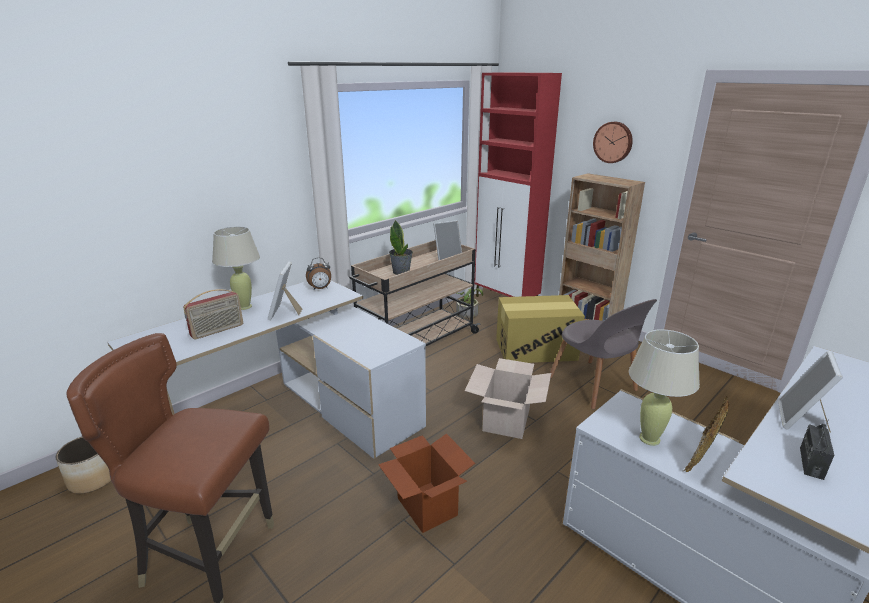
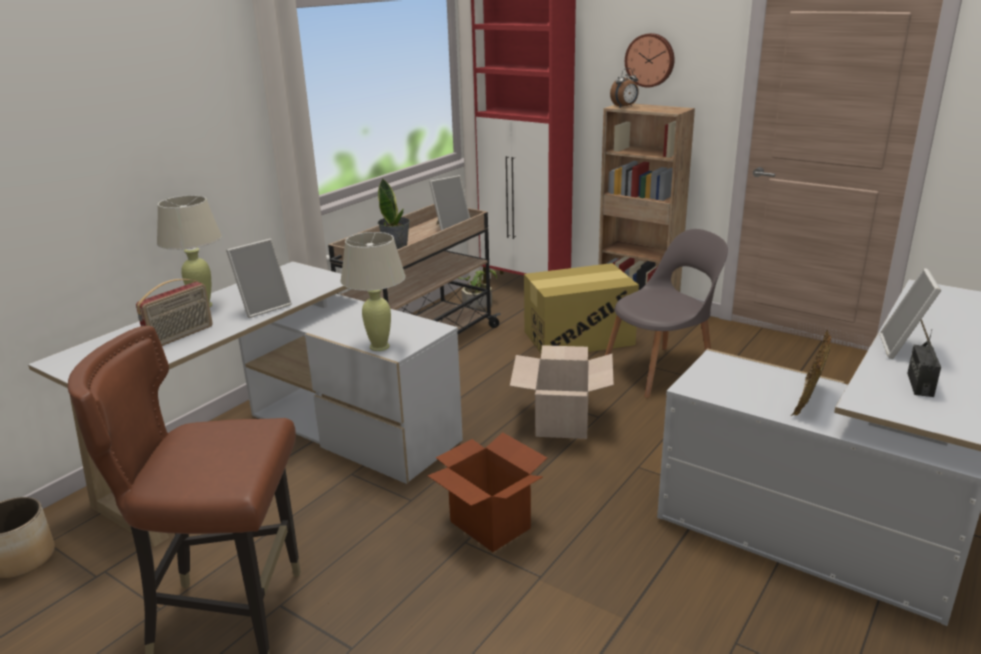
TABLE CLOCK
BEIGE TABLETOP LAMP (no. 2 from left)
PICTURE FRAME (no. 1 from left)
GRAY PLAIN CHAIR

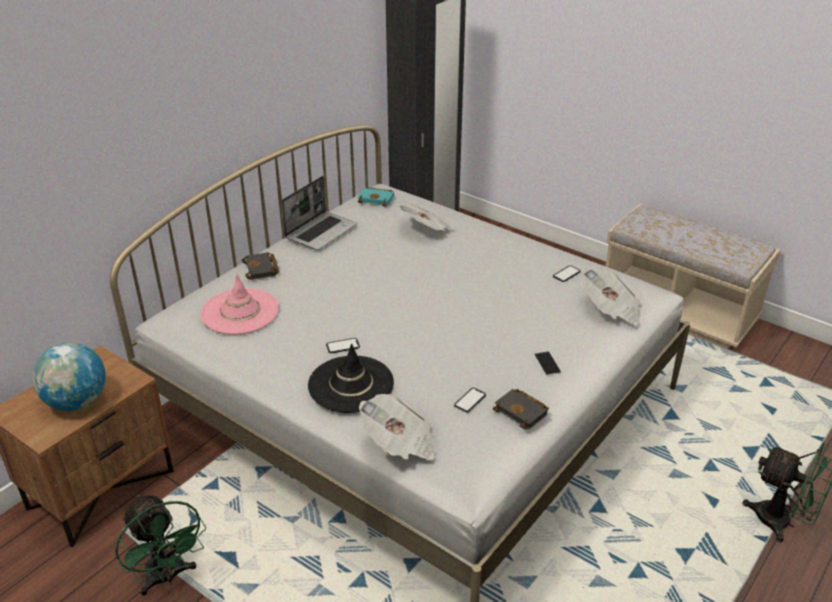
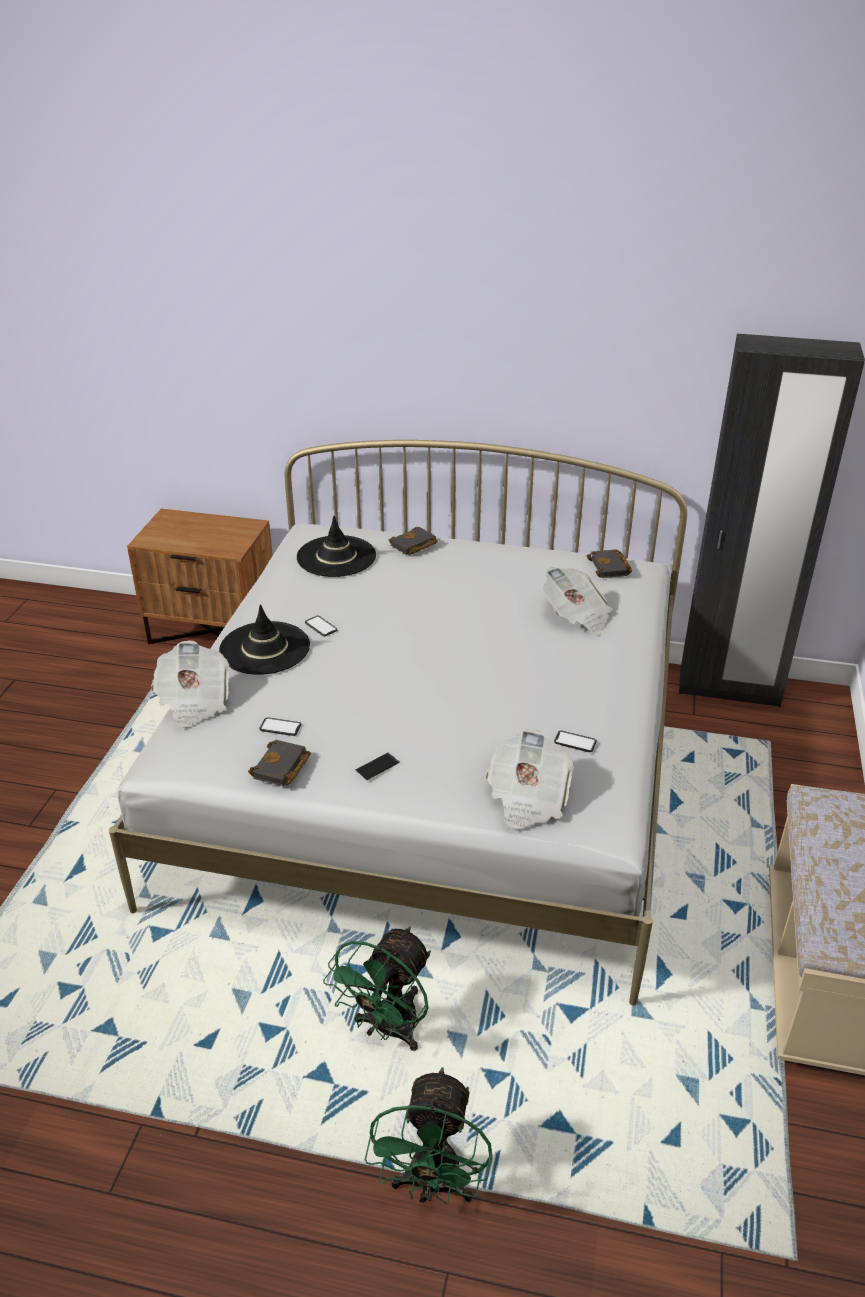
WORLD GLOBE
PORTABLE COMPUTER
GREEN-COLOURED COOLING FAN (no. 1 from left)
BLACK-COLOURED WEARABLE HAT (no. 2 from left)
BLACK-COLOURED BOOK (no. 3 from left)

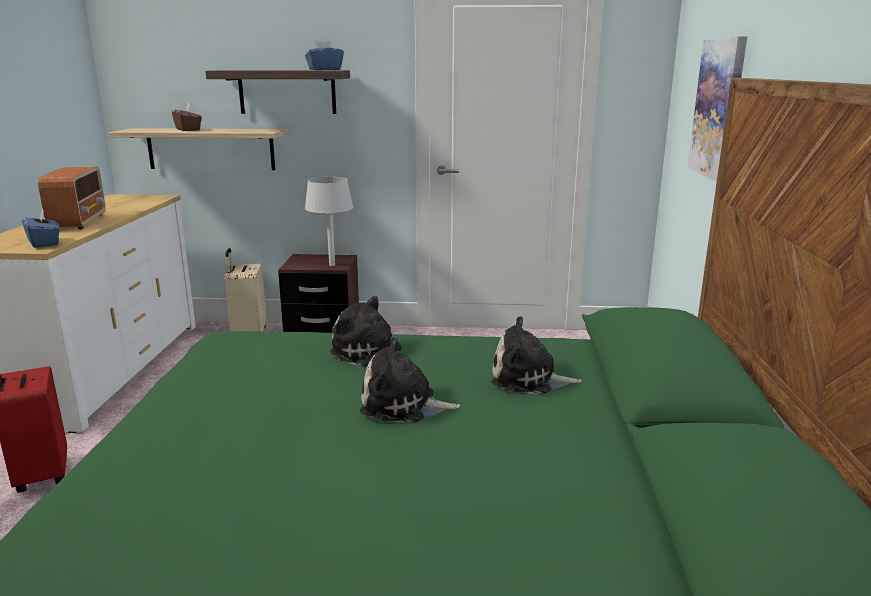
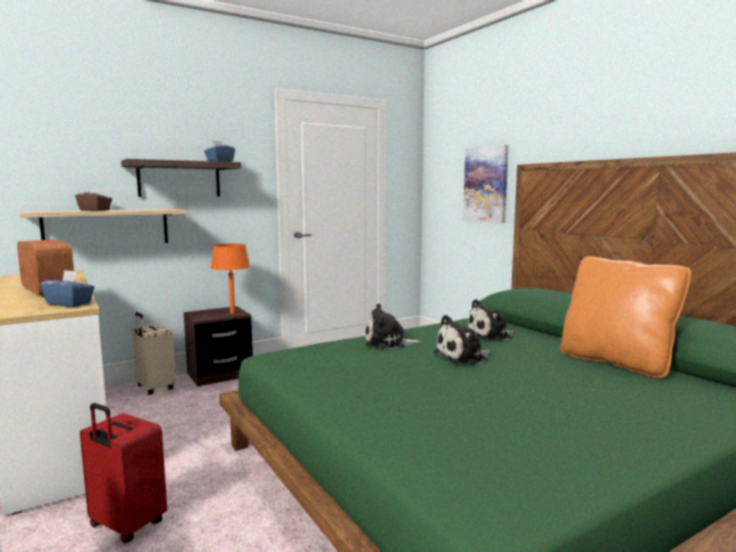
ORANGE CUSHION
ORANGE TABLETOP LAMP

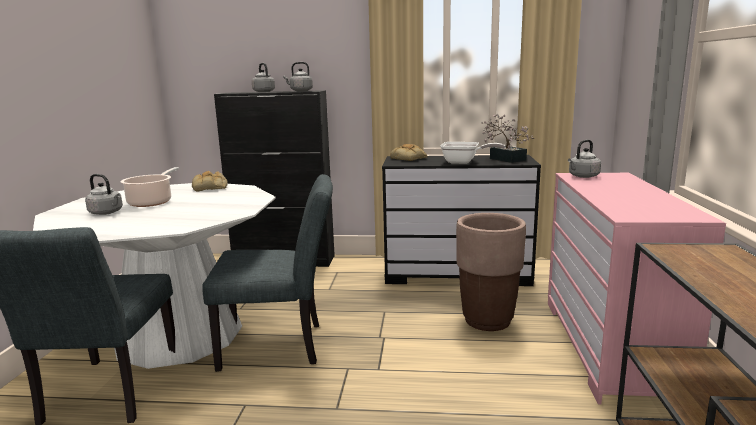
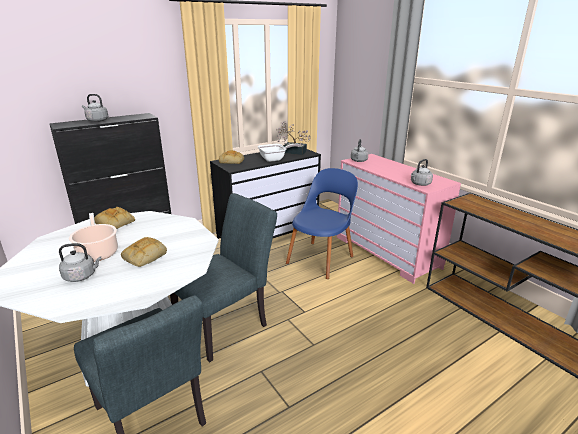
BAKERY BREAD (no. 2 from left)
GRAY TEA KETTLE (no. 4 from left)
BLUISH PLAIN CHAIR

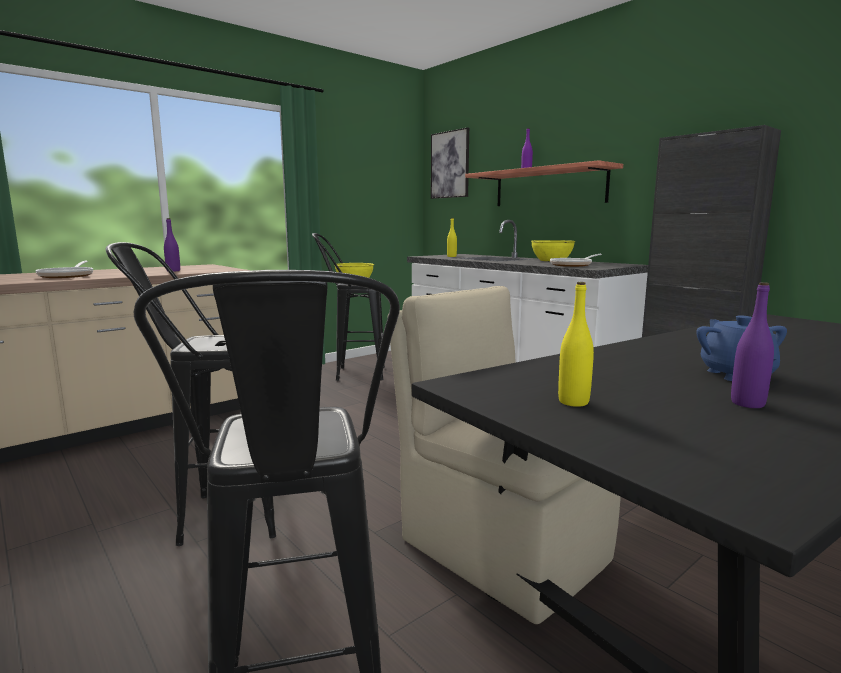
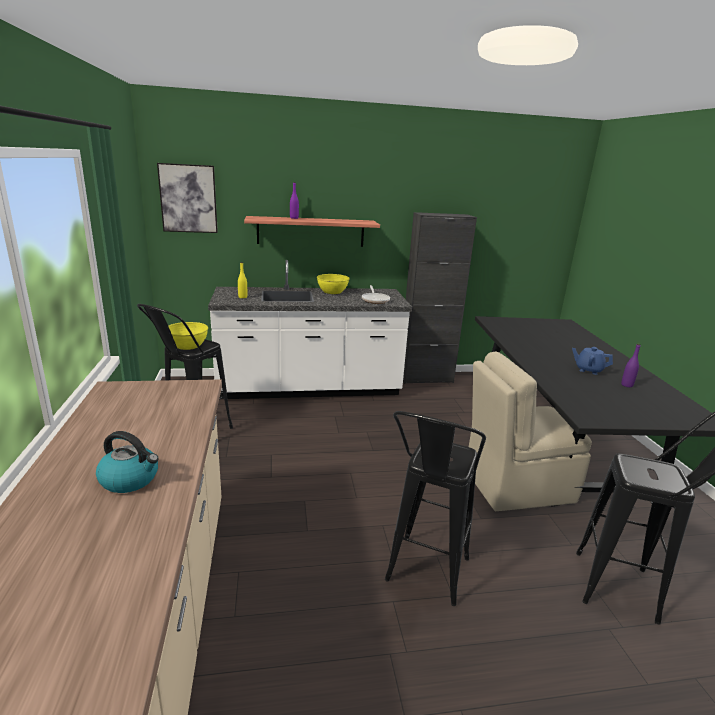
PURPLE DRINK BOTTLE (no. 1 from left in the first image)
YELLOW DRINK BOTTLE (no. 2 from left in the first image)
TEA KETTLE

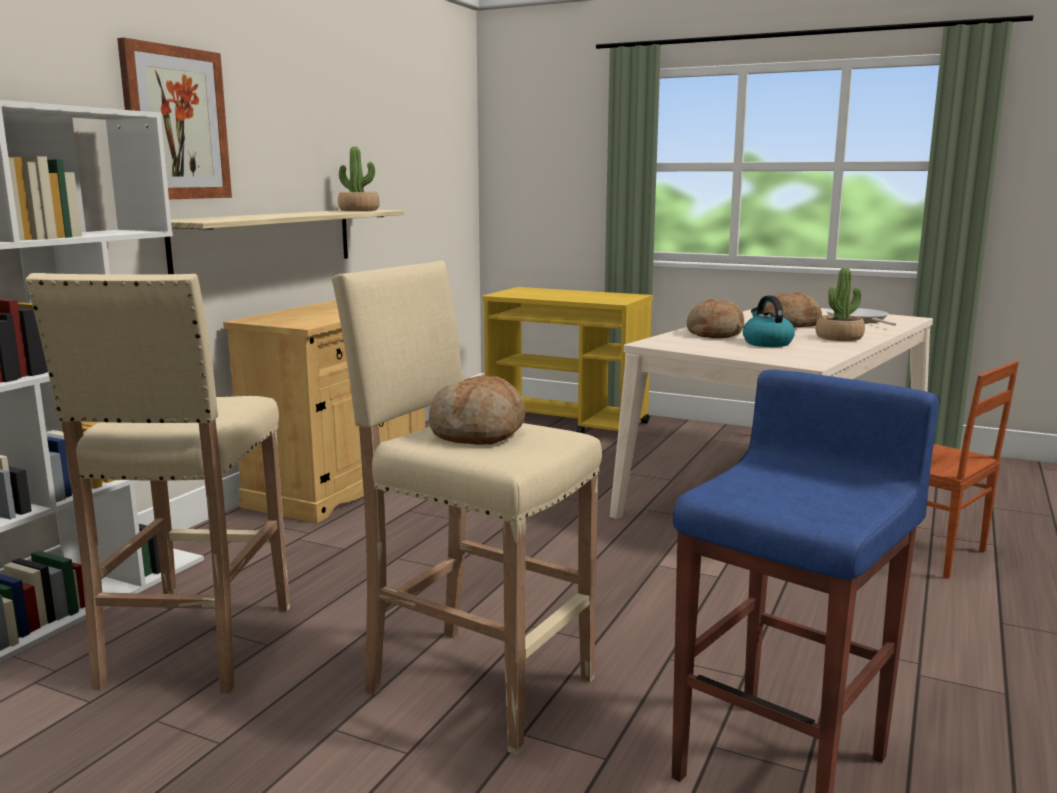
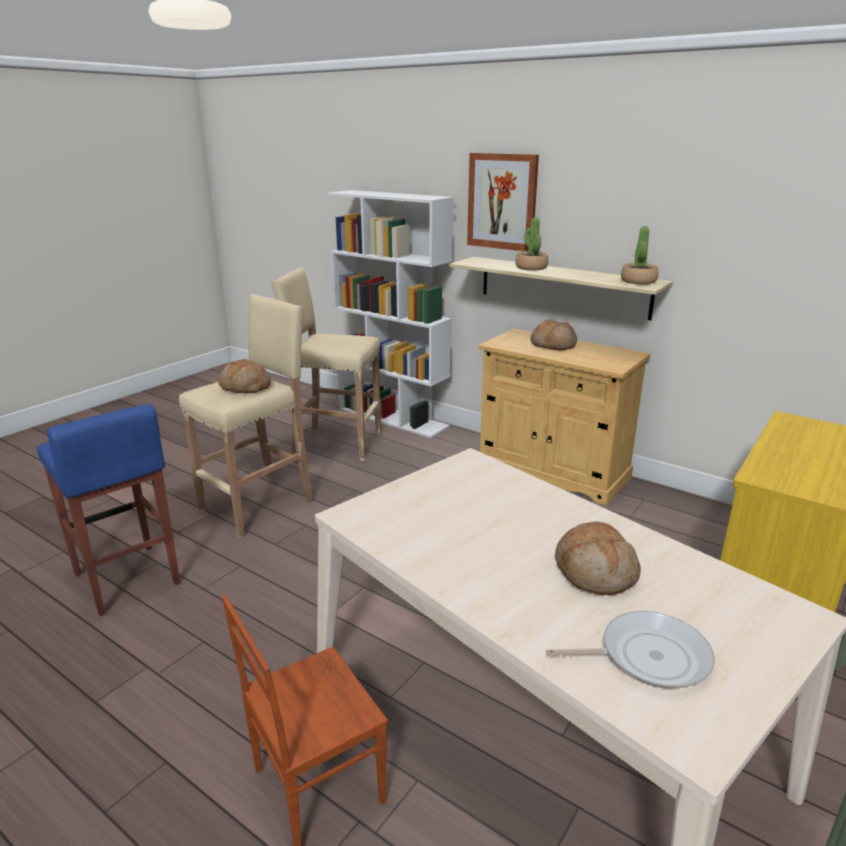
TEA KETTLE
BAKERY BREAD (no. 2 from left)
PLANT IN A POT (no. 1 from left)

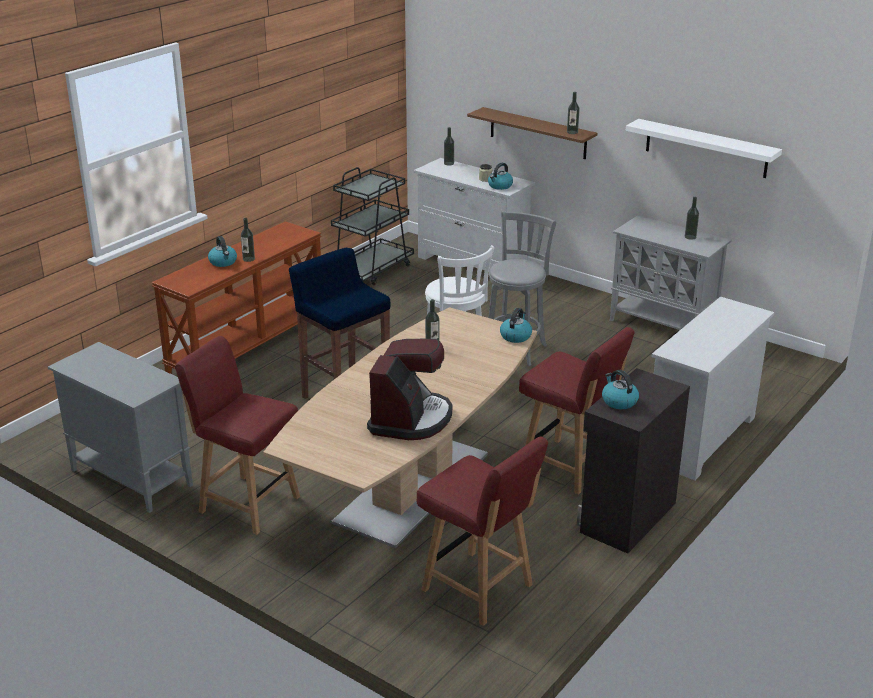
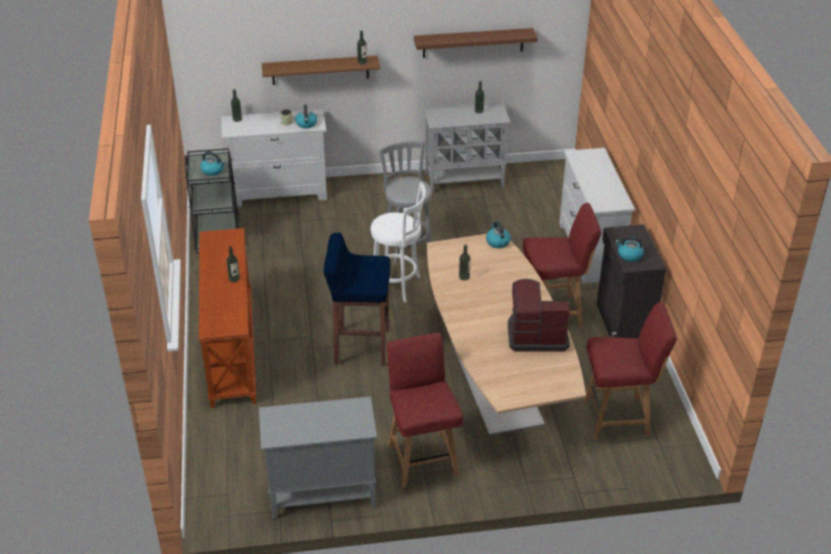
TEA KETTLE (no. 1 from left)
BROWNISH WALL SHELF (no. 2 from left)
RED-COLOURED PLAIN CHAIR (no. 1 from left)
COFFEE BREWER

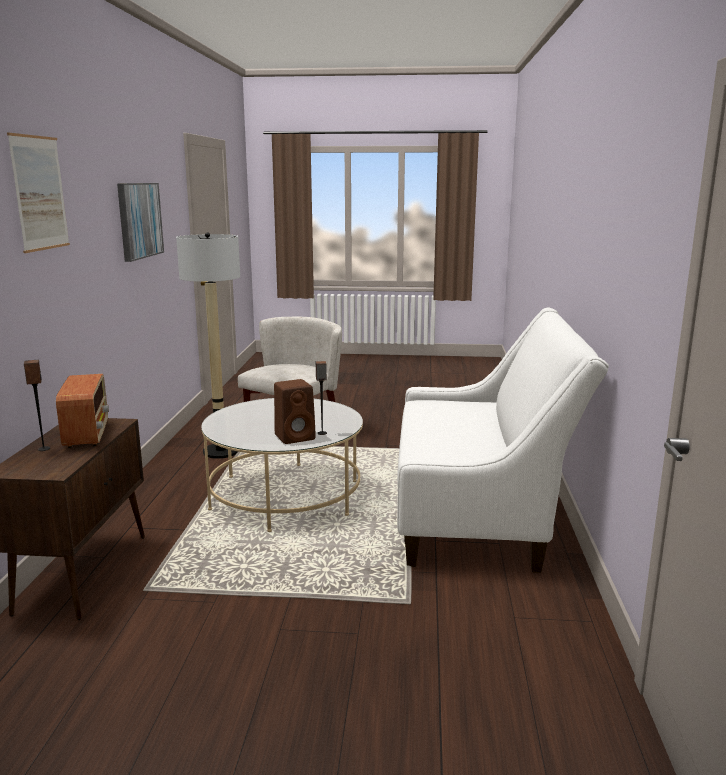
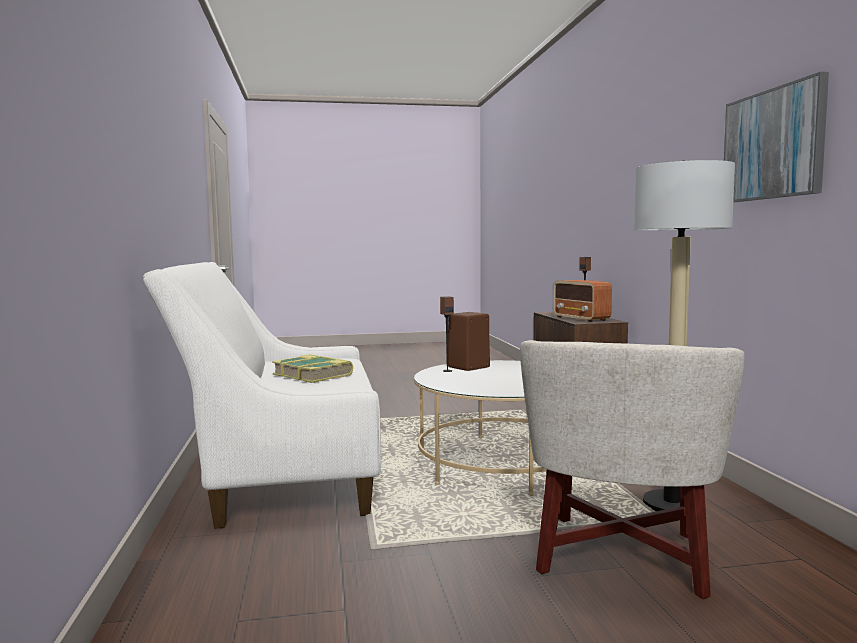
WALL PICTURE (no. 1 from left in the first image)
BOOK

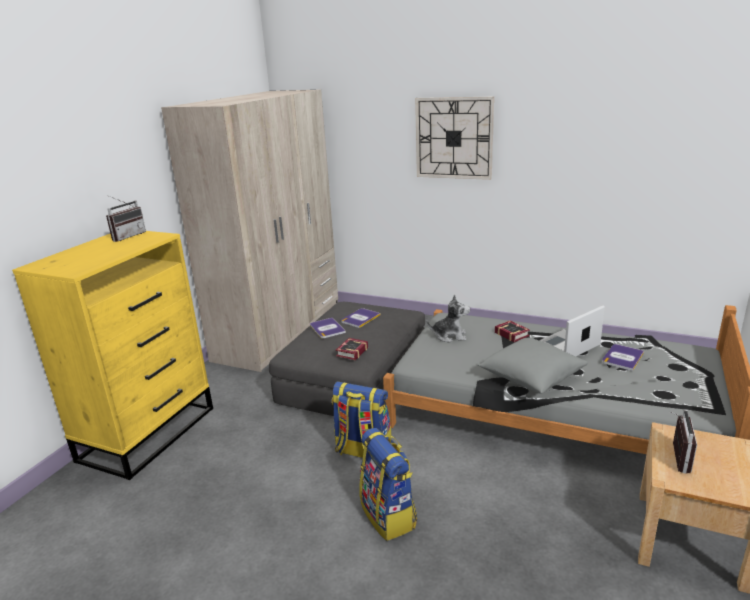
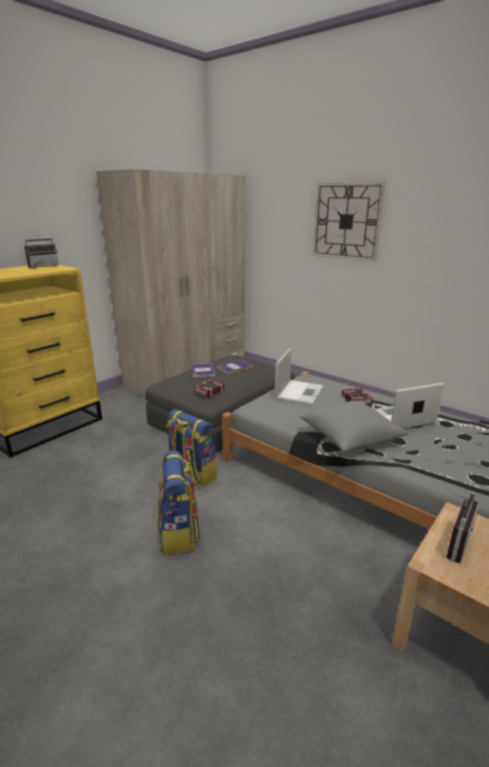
BOOK (no. 5 from left in the first image)
PORTABLE COMPUTER (no. 1 from left)

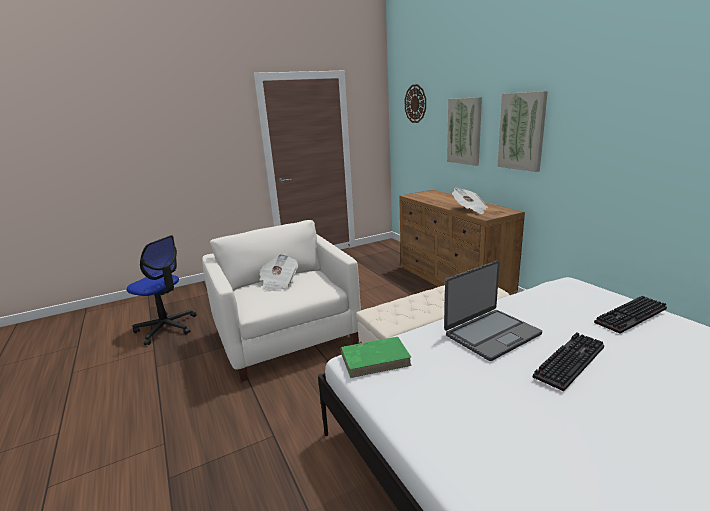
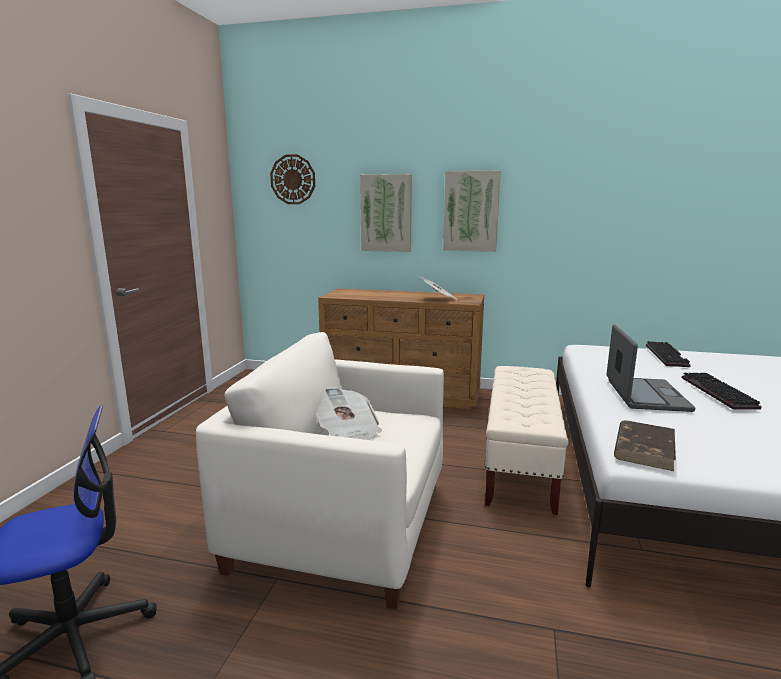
BROWNISH BOOK

